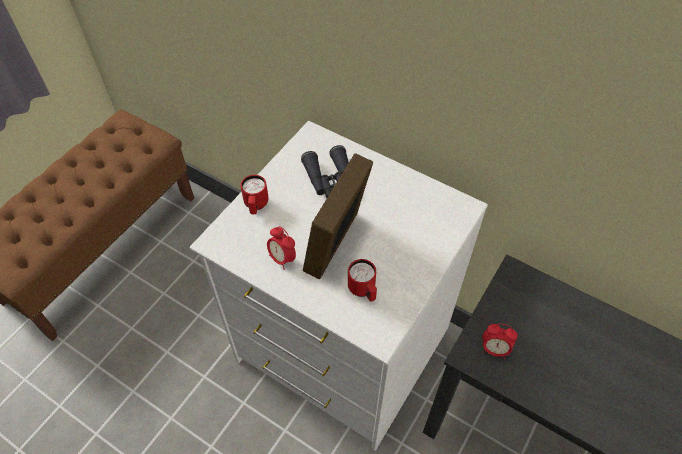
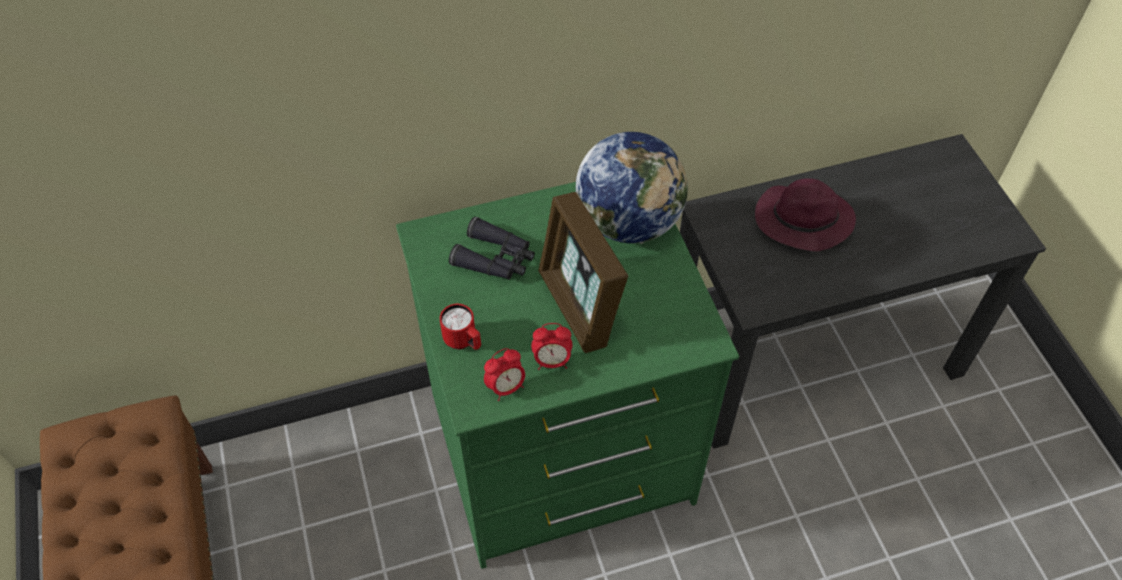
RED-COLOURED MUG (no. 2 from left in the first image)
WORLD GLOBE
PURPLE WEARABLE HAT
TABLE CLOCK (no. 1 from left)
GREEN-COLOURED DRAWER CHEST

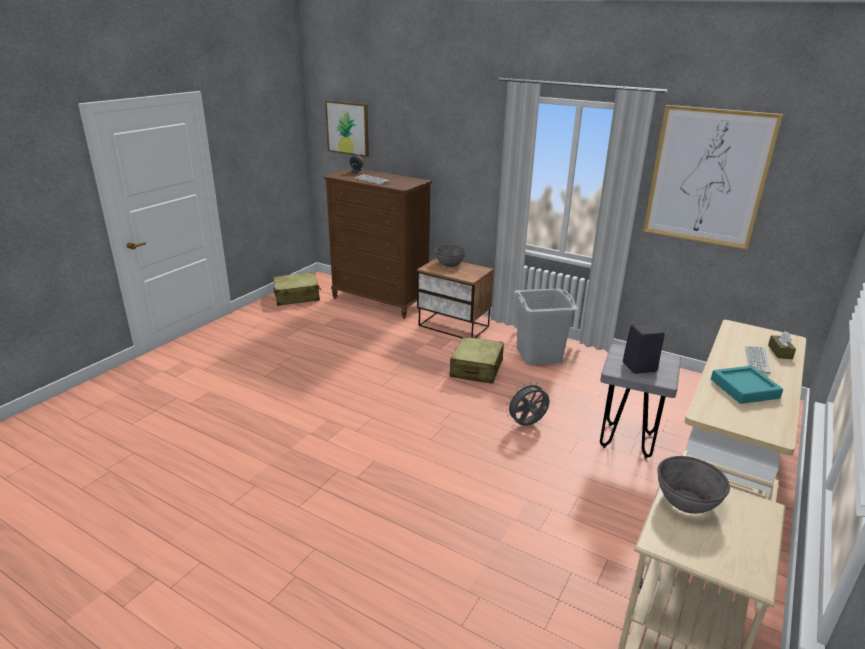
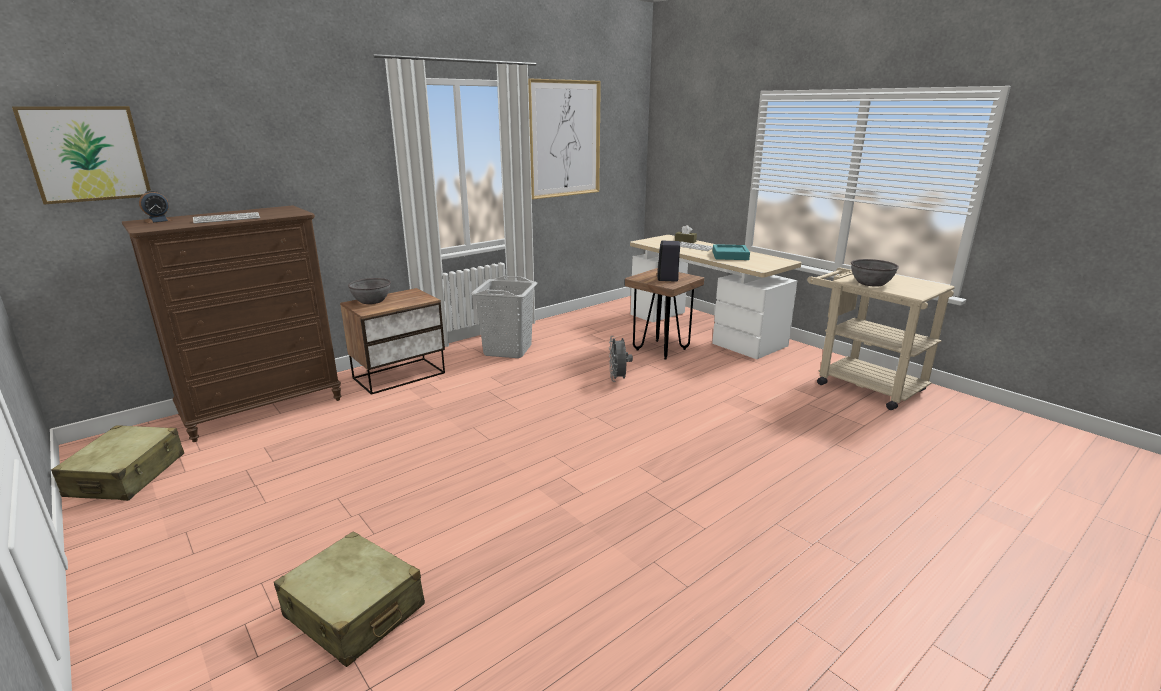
BEIGE PIECE OF LUGGAGE (no. 2 from left)
BROWNISH SITTING STOOL

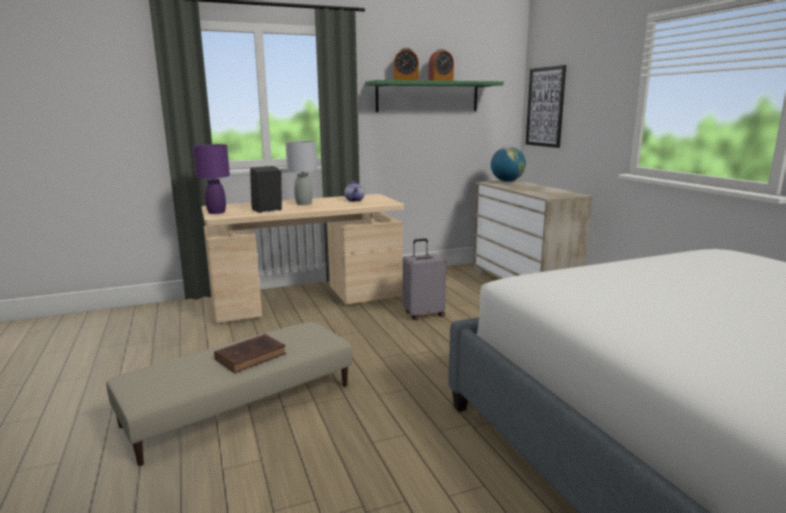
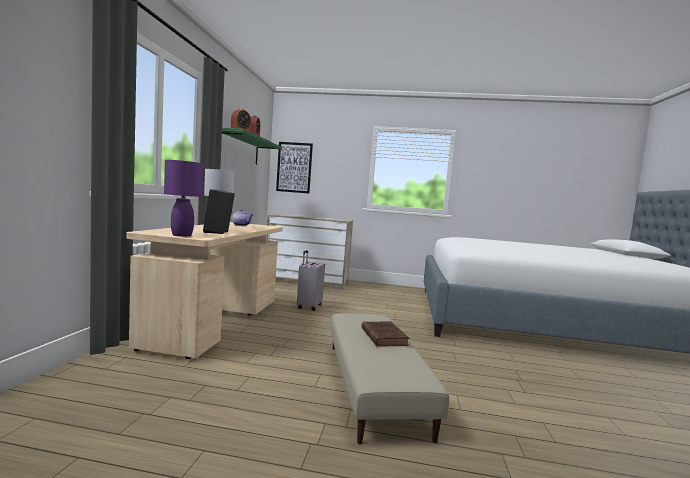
WORLD GLOBE

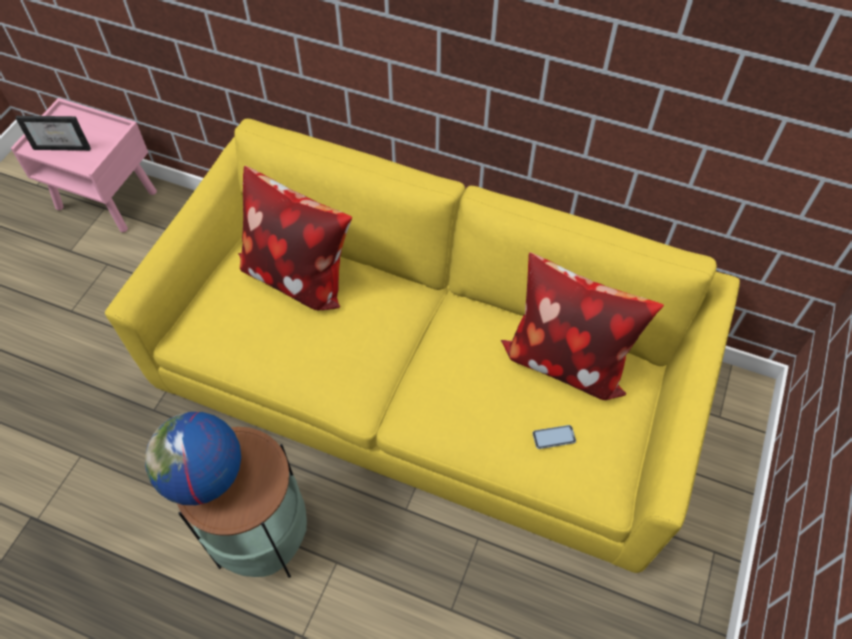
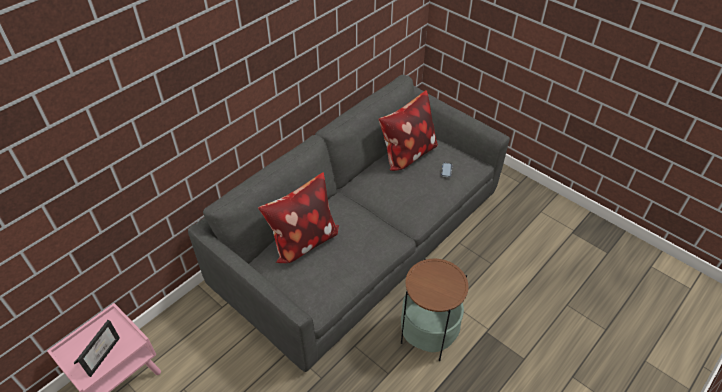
WORLD GLOBE
GRAY SOFA

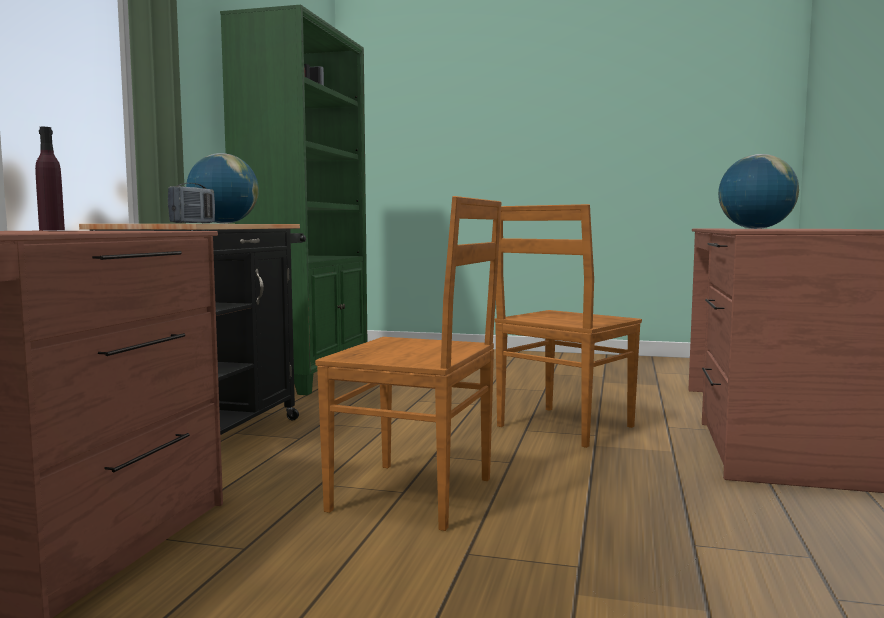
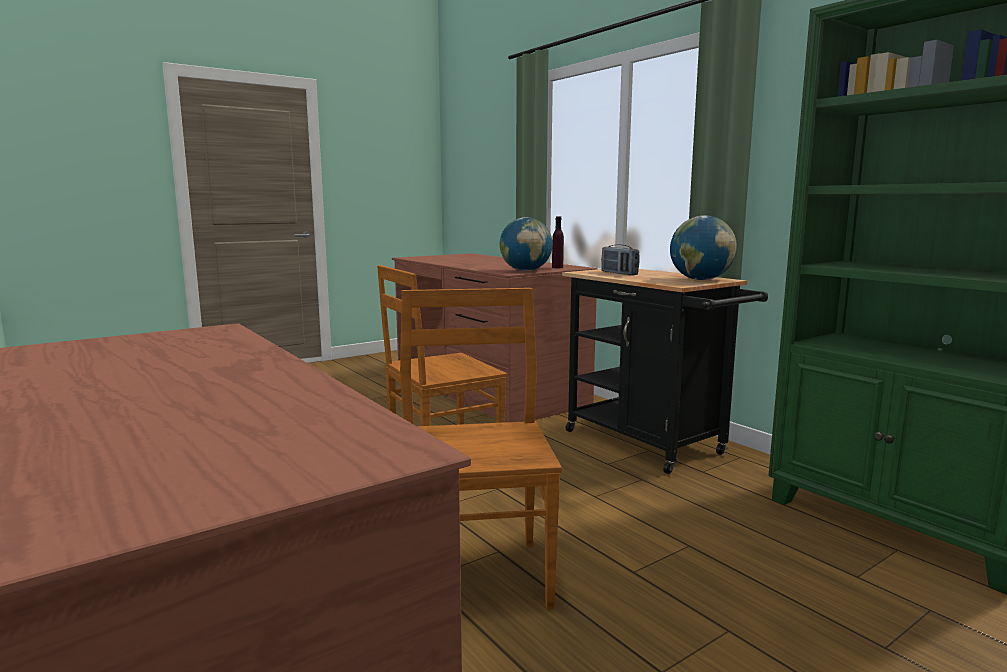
WORLD GLOBE (no. 1 from left)

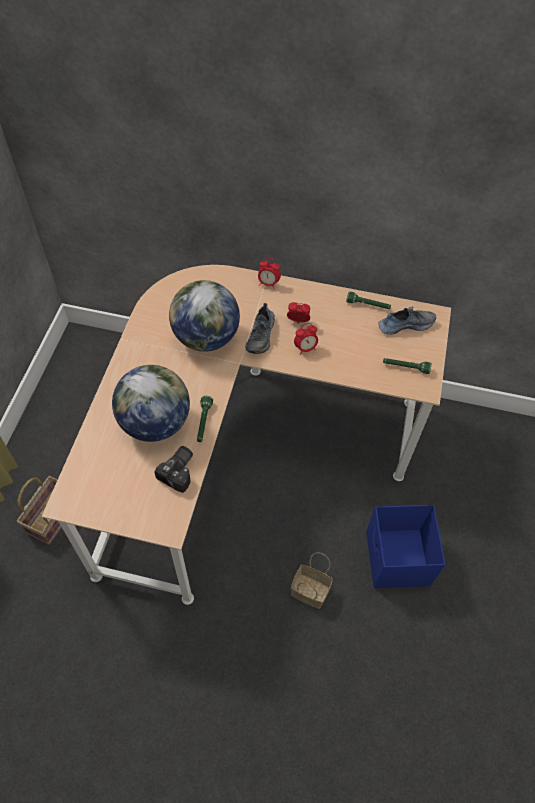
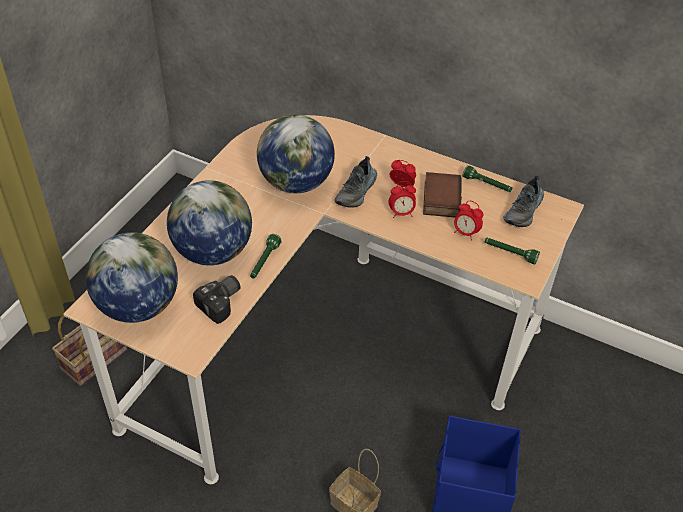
WORLD GLOBE (no. 1 from left)
BOOK
TABLE CLOCK (no. 3 from left)
ITEM OF FOOTWEAR (no. 2 from left)

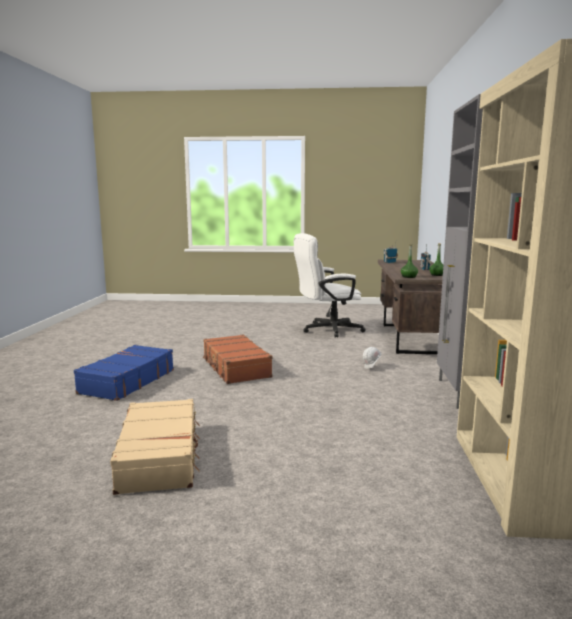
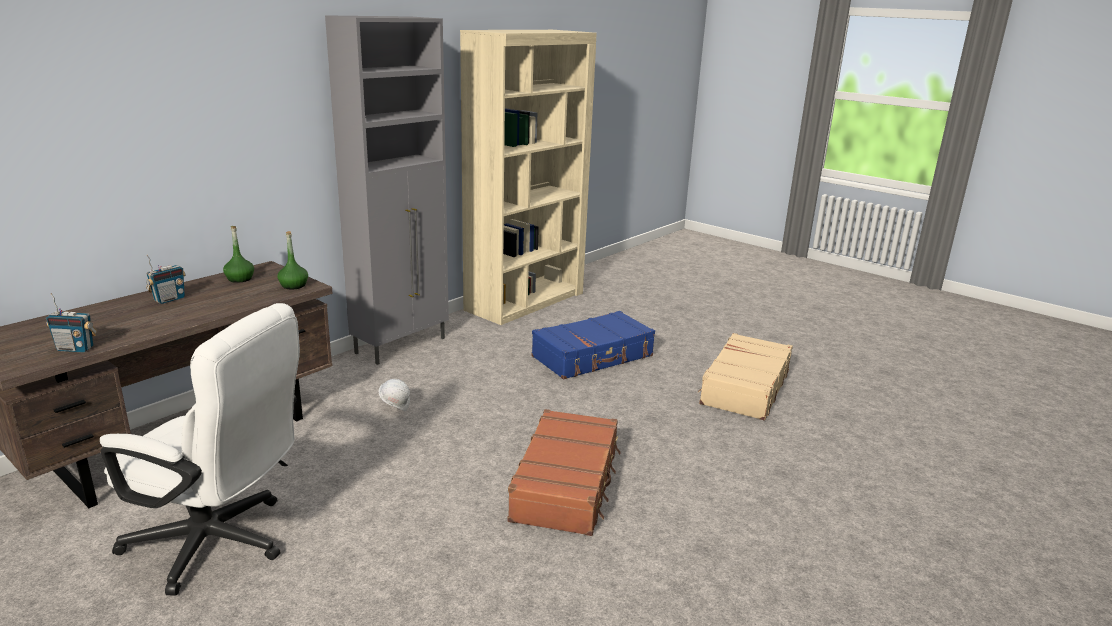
BLUISH PIECE OF LUGGAGE

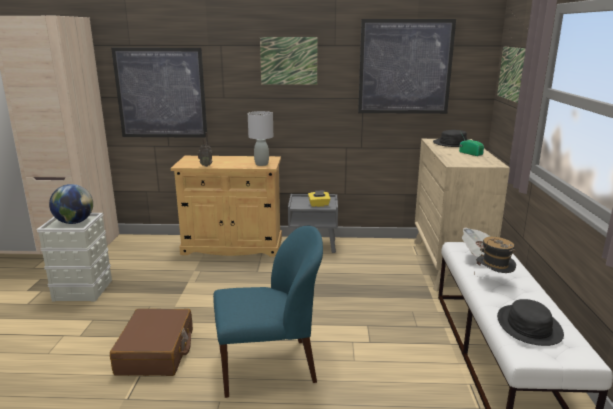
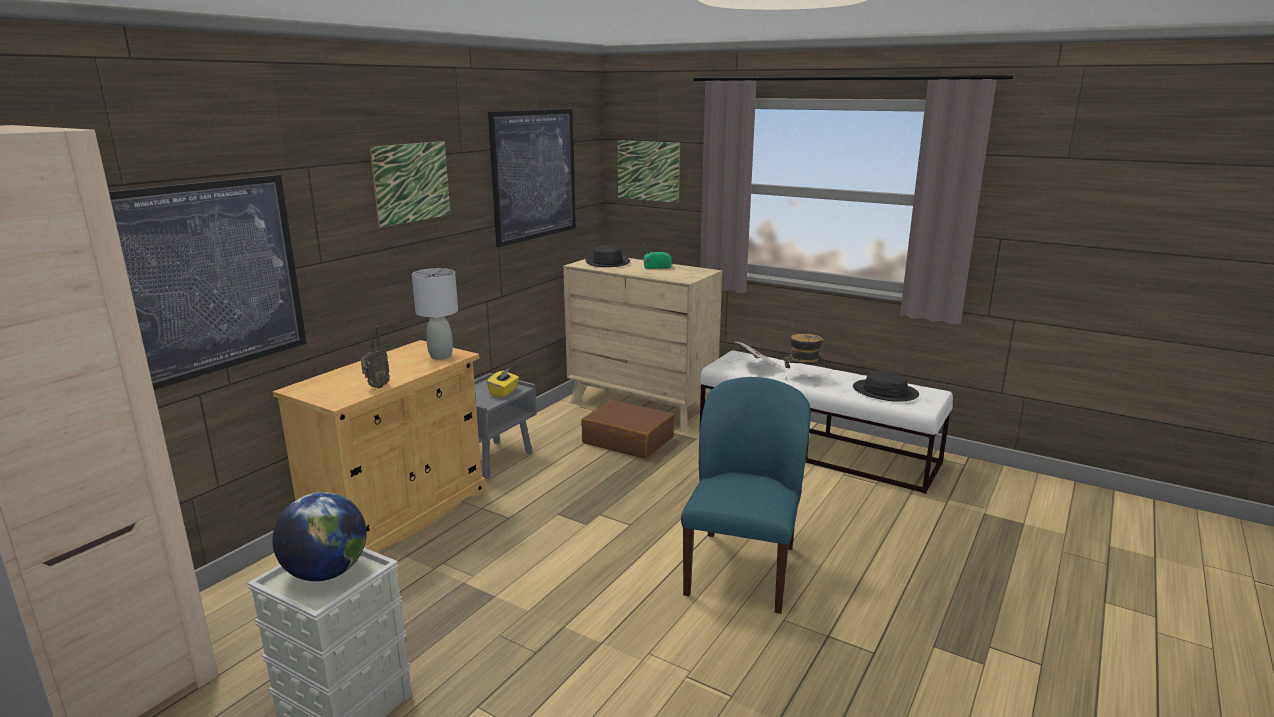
BROWNISH PIECE OF LUGGAGE

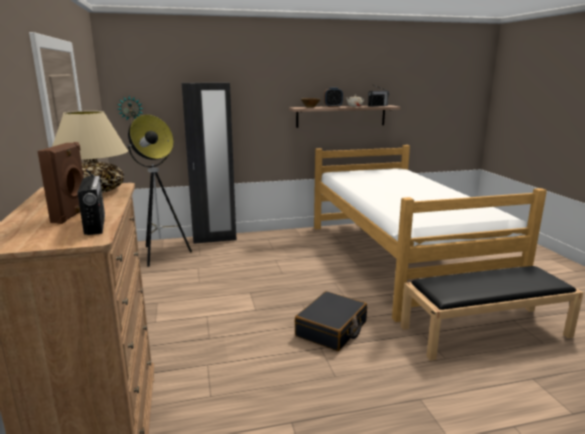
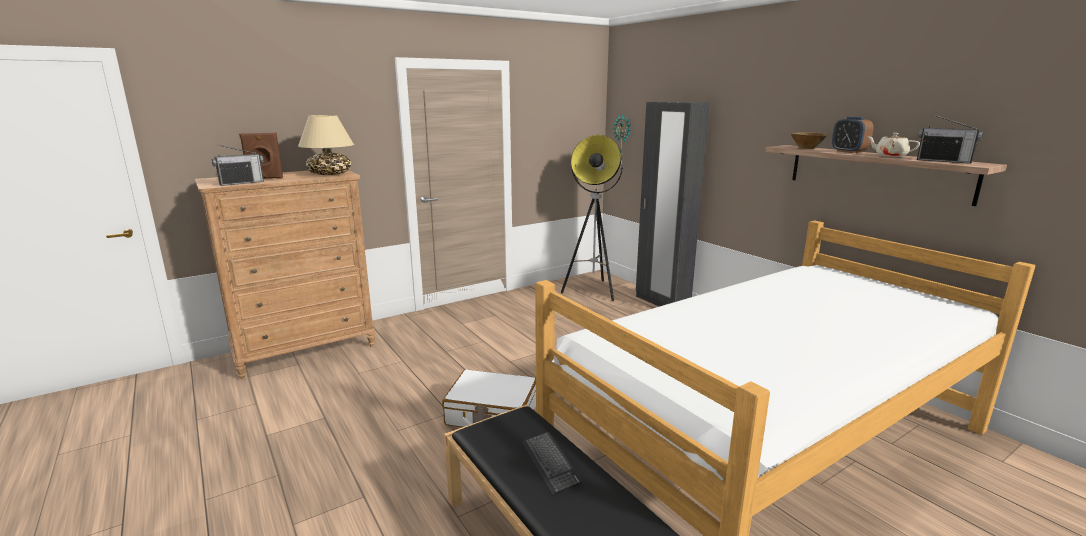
COMPUTER KEYBOARD
WHITISH PIECE OF LUGGAGE

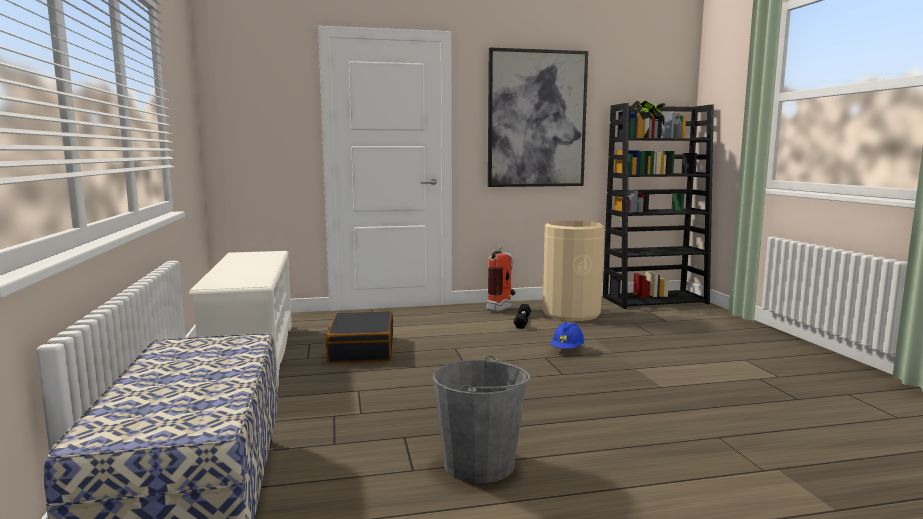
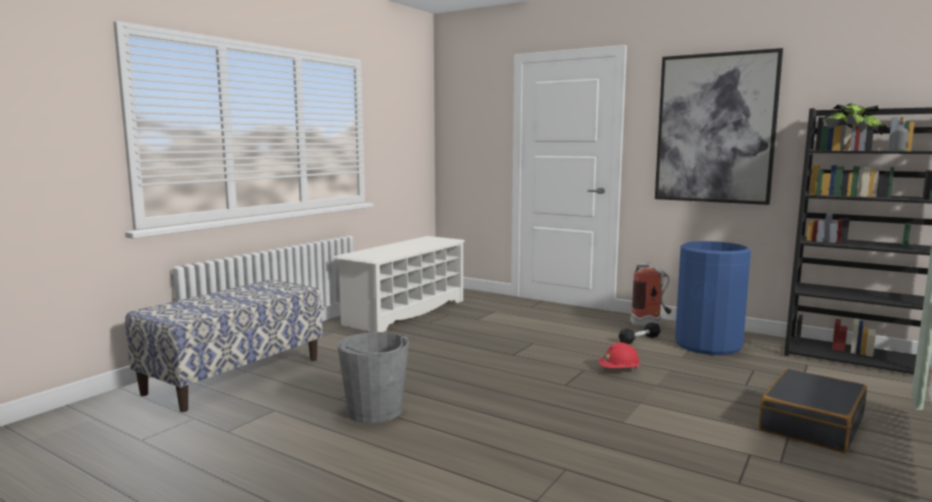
BLACK-COLOURED PIECE OF LUGGAGE
BLUISH RUBBISH BIN
RED-COLOURED SAFETY HELMET

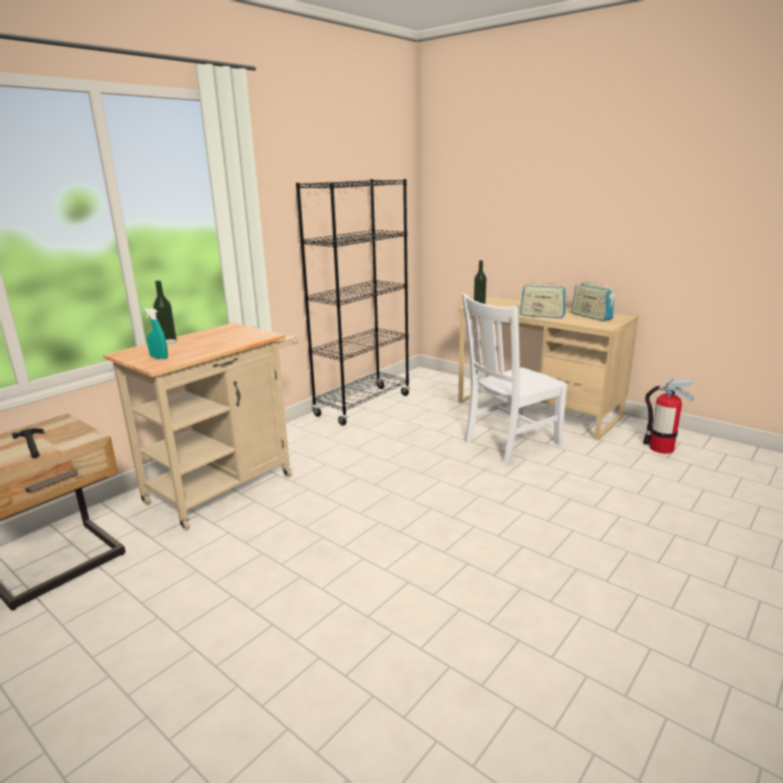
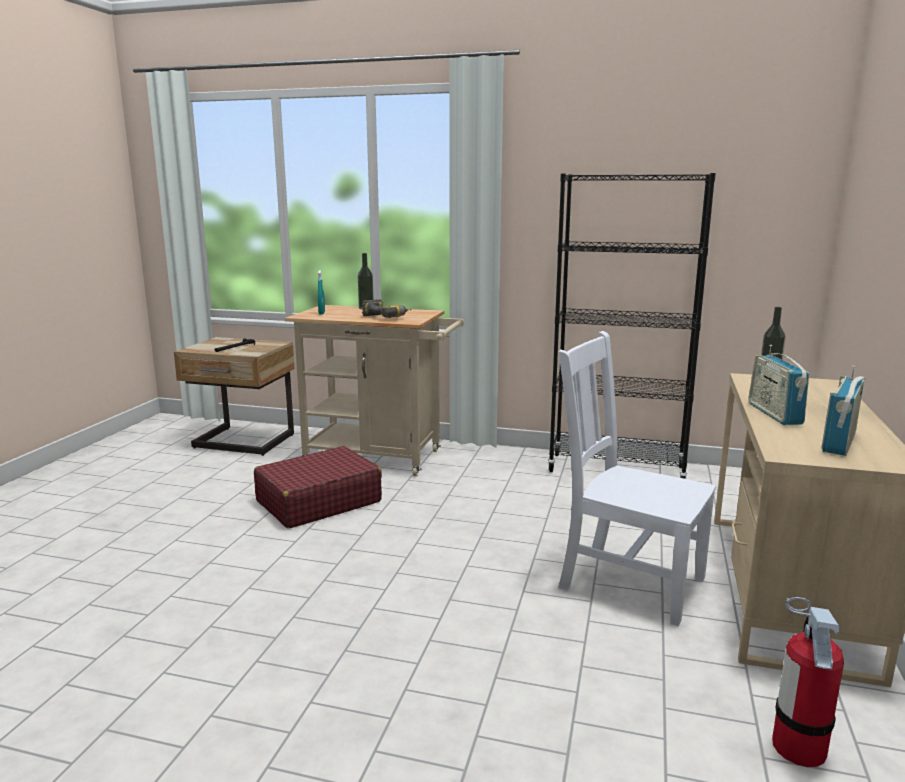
RED-COLOURED PIECE OF LUGGAGE
ELECTRIC DRILL

